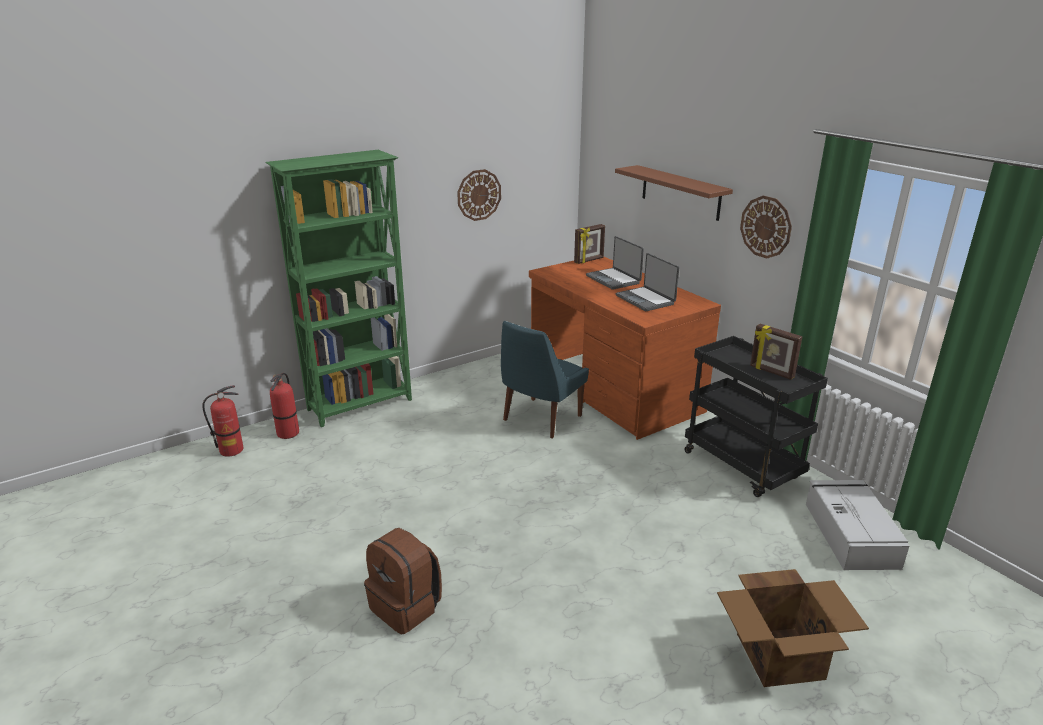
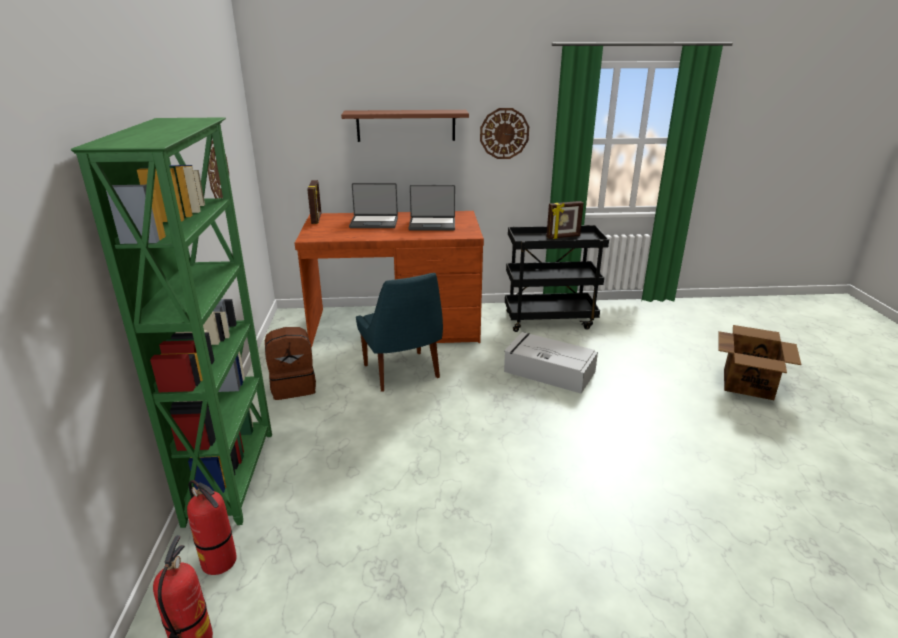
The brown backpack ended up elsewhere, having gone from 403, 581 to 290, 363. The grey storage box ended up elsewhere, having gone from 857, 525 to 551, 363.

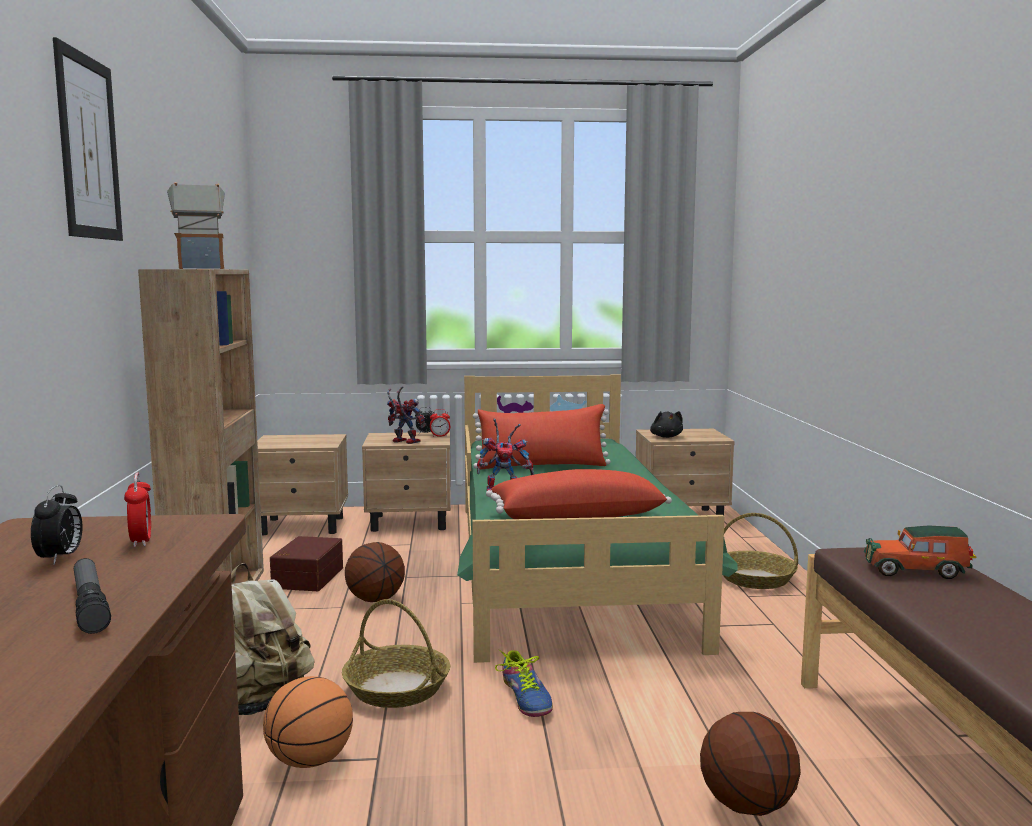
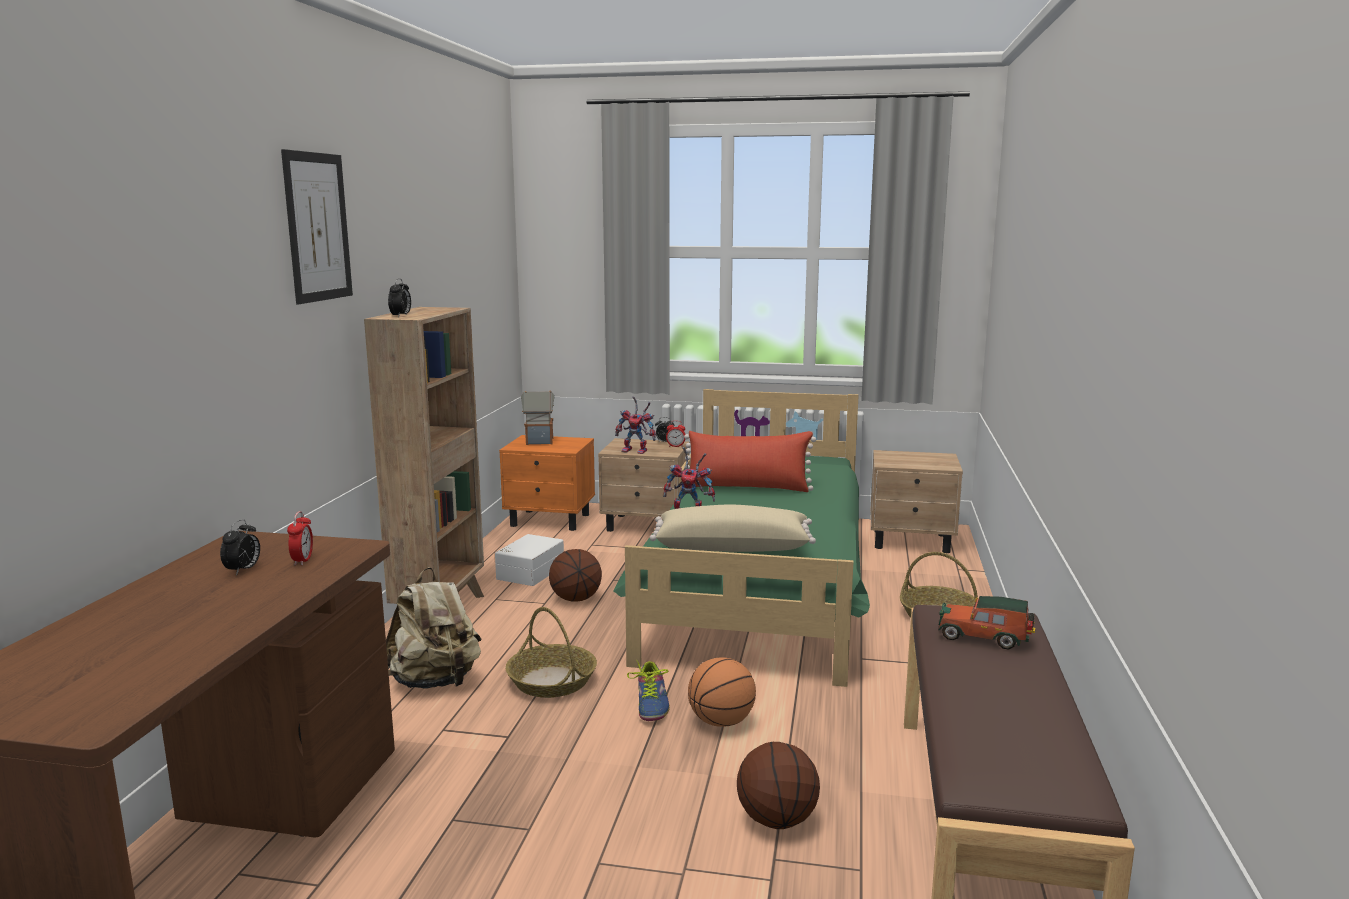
The second view gained the alarm clock at 399, 298. What was the brown storage box at 306, 563 turned into the white storage box at 529, 560. What was the beige nightstand at 302, 485 turned into the orange nightstand at 547, 483. The toy house ended up elsewhere, having gone from 196, 225 to 538, 417. The toy robot at 406, 415 ended up facing another way, 150 degrees clockwise from before. What was the red pillow at 579, 494 turned into the beige pillow at 733, 528. The basketball ended up elsewhere, having gone from 308, 722 to 722, 692. The second view lost the flashlight at 92, 596. The second view lost the black plush toy at 666, 424.

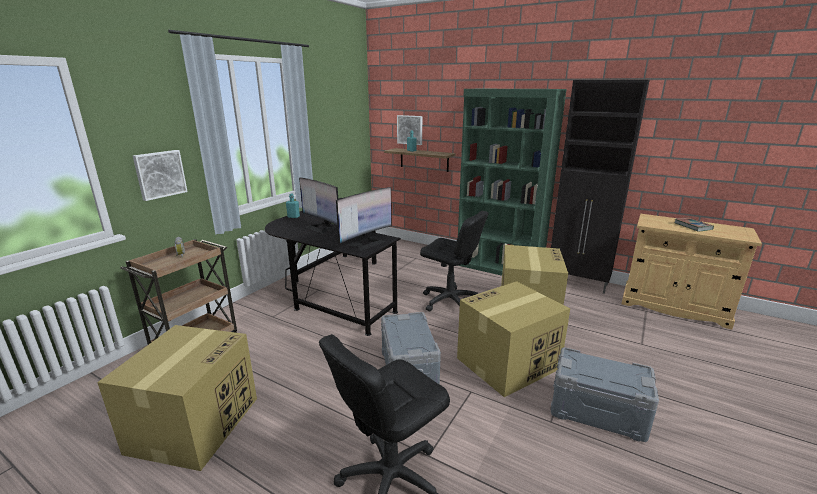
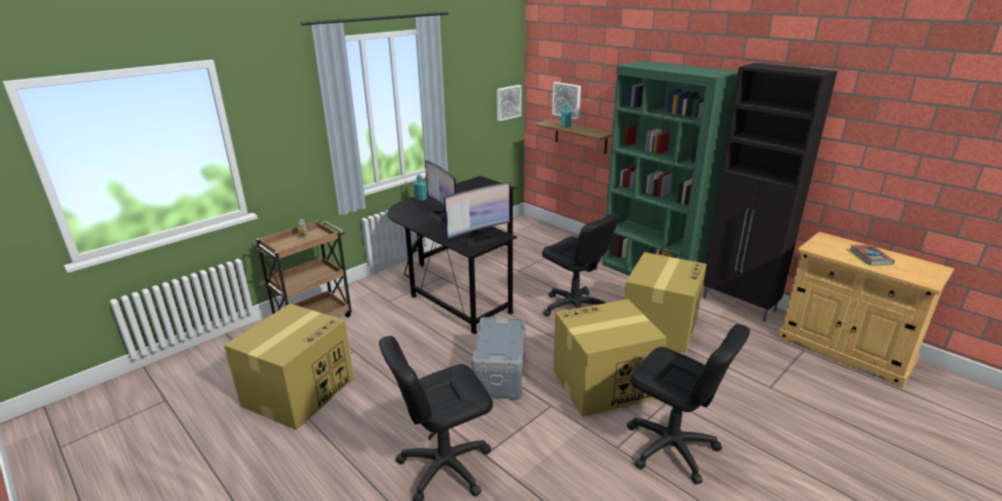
The picture ended up elsewhere, having gone from 160, 175 to 509, 103. Where the grey storage box stood at 604, 394, the black office chair came to stand at 688, 404.

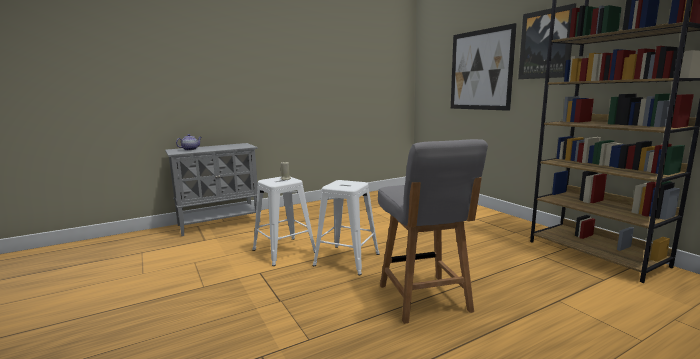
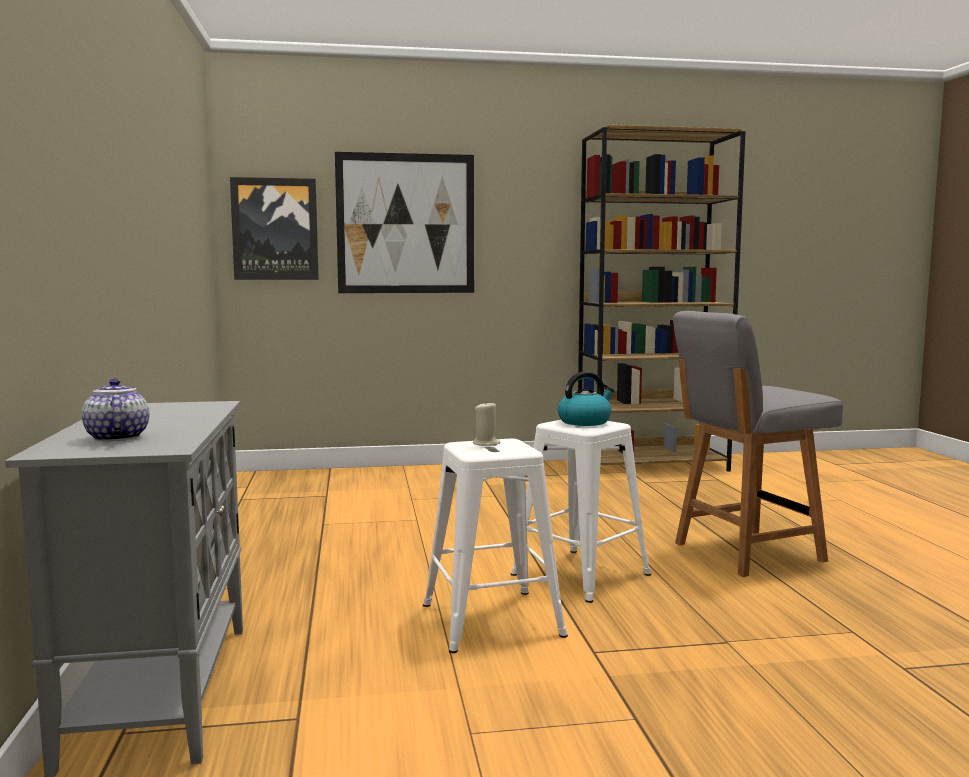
The picture ended up elsewhere, having gone from 547, 41 to 274, 228. The second view gained the kettle at 586, 399. The grey chair at 433, 231 ended up facing another way, 150 degrees clockwise from before.

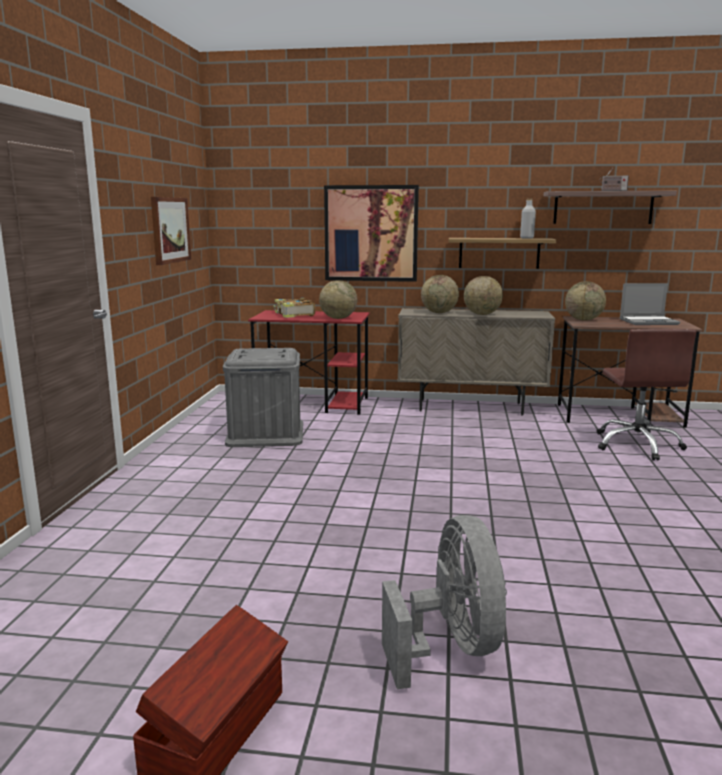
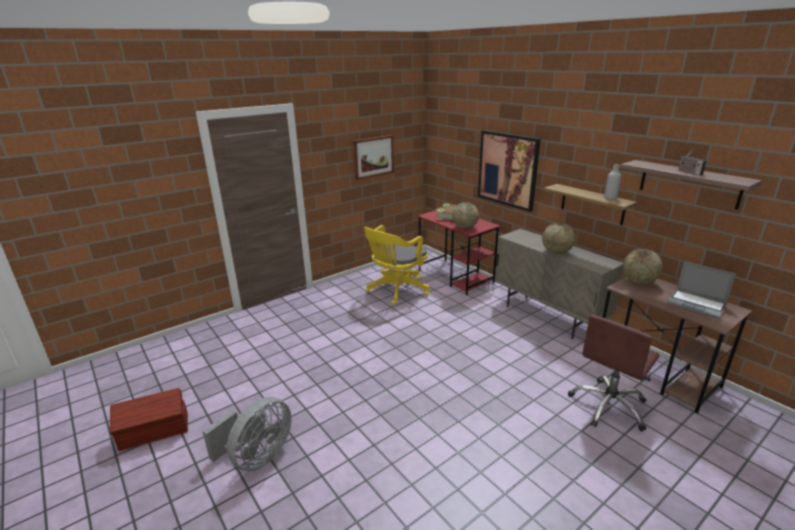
Where the grey storage box stood at 263, 397, the yellow office chair came to stand at 396, 265. The second view lost the globe at 440, 294.

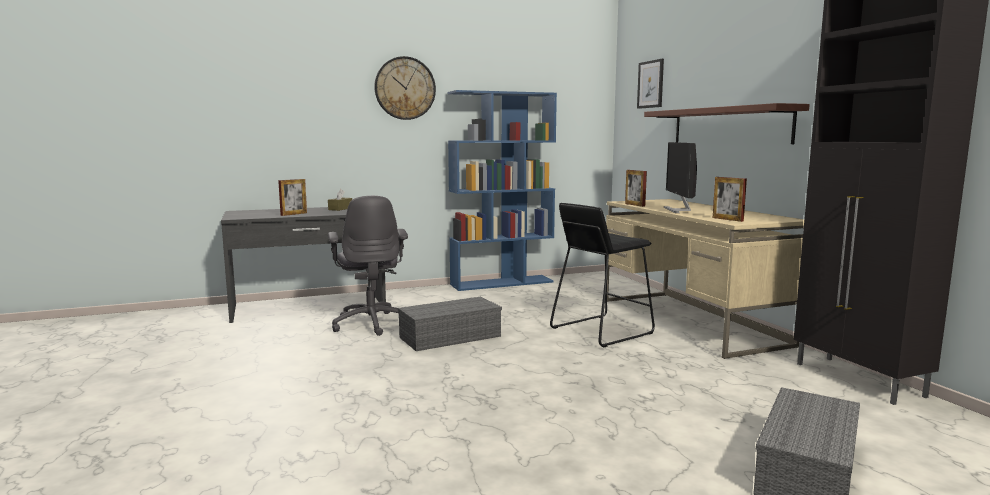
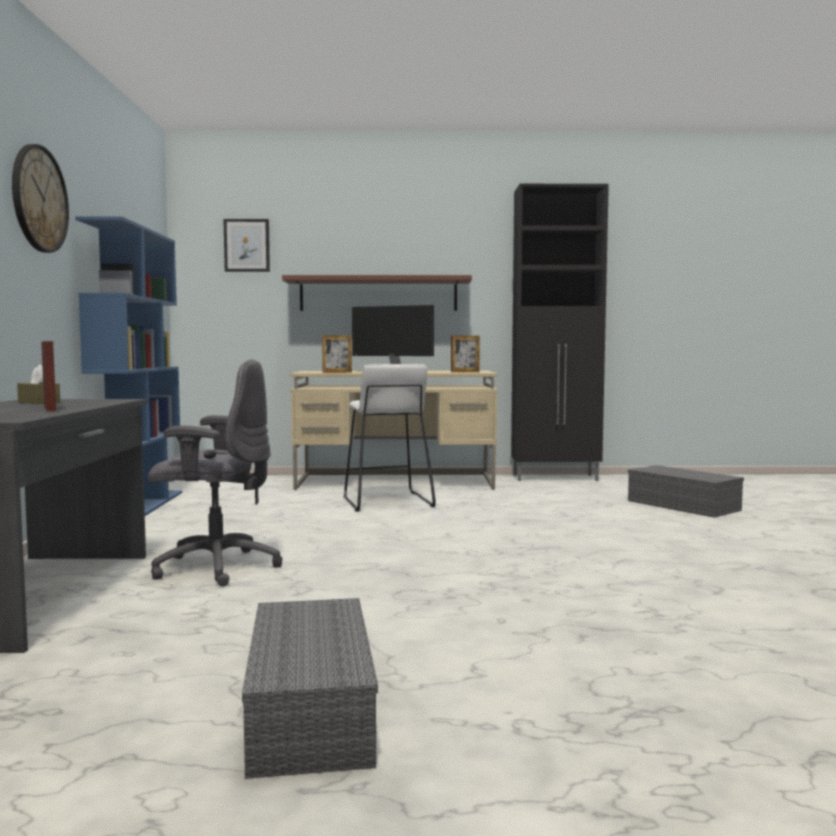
The grey storage box ended up elsewhere, having gone from 450, 324 to 310, 688. What was the black stool at 602, 275 turned into the white stool at 390, 438.

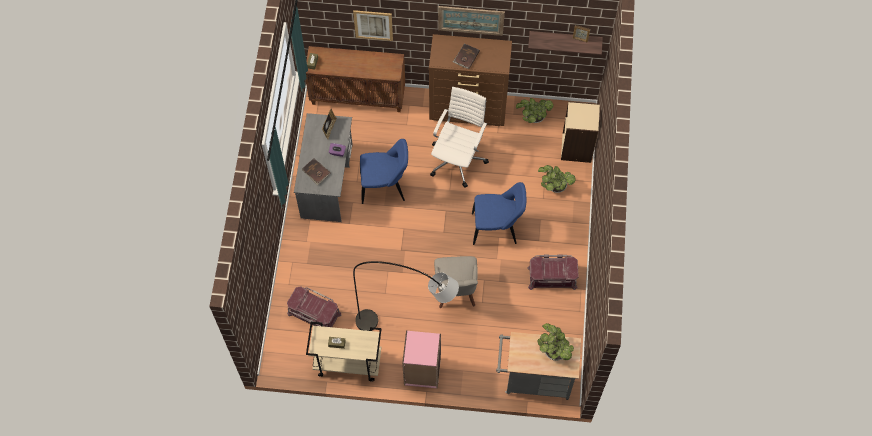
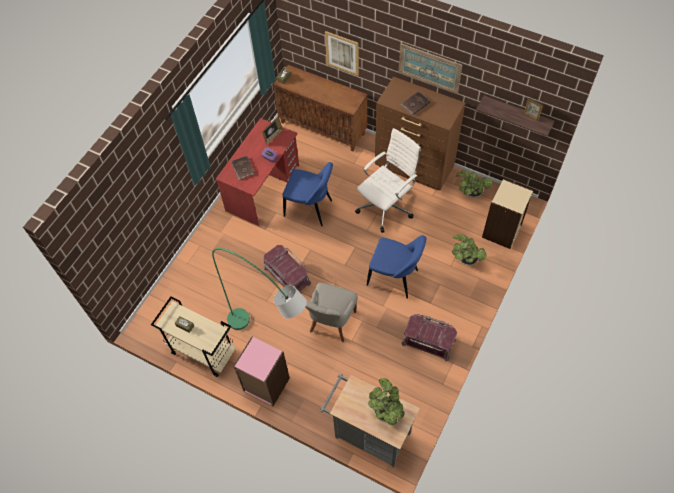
What was the grey floor lamp at 406, 296 turned into the green floor lamp at 259, 289. What was the grey desk at 323, 167 turned into the red desk at 257, 172. The red storage box ended up elsewhere, having gone from 314, 306 to 287, 268.

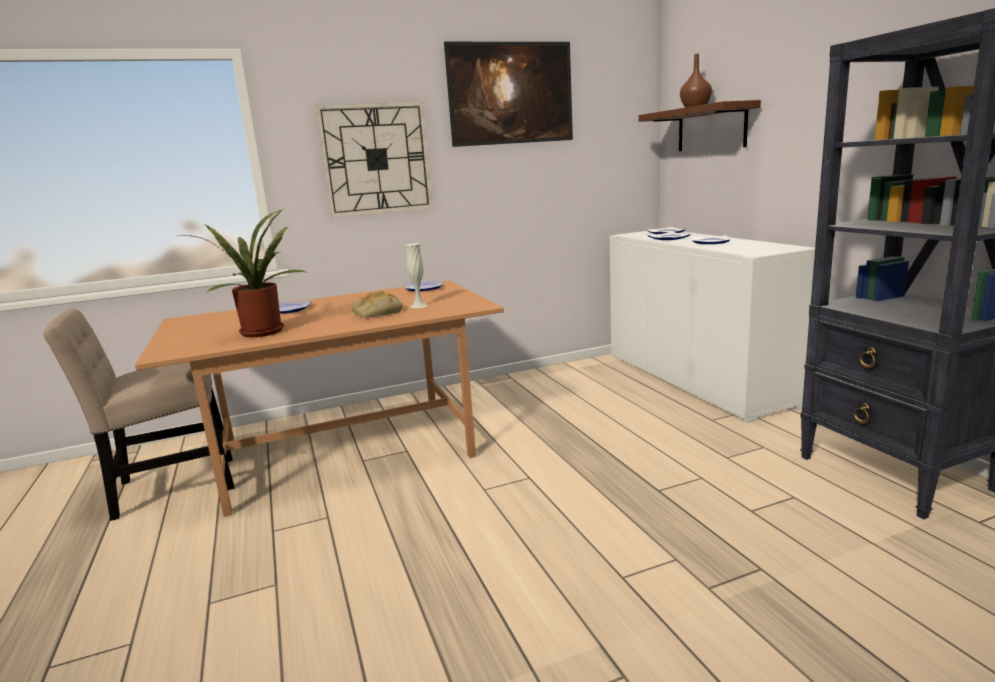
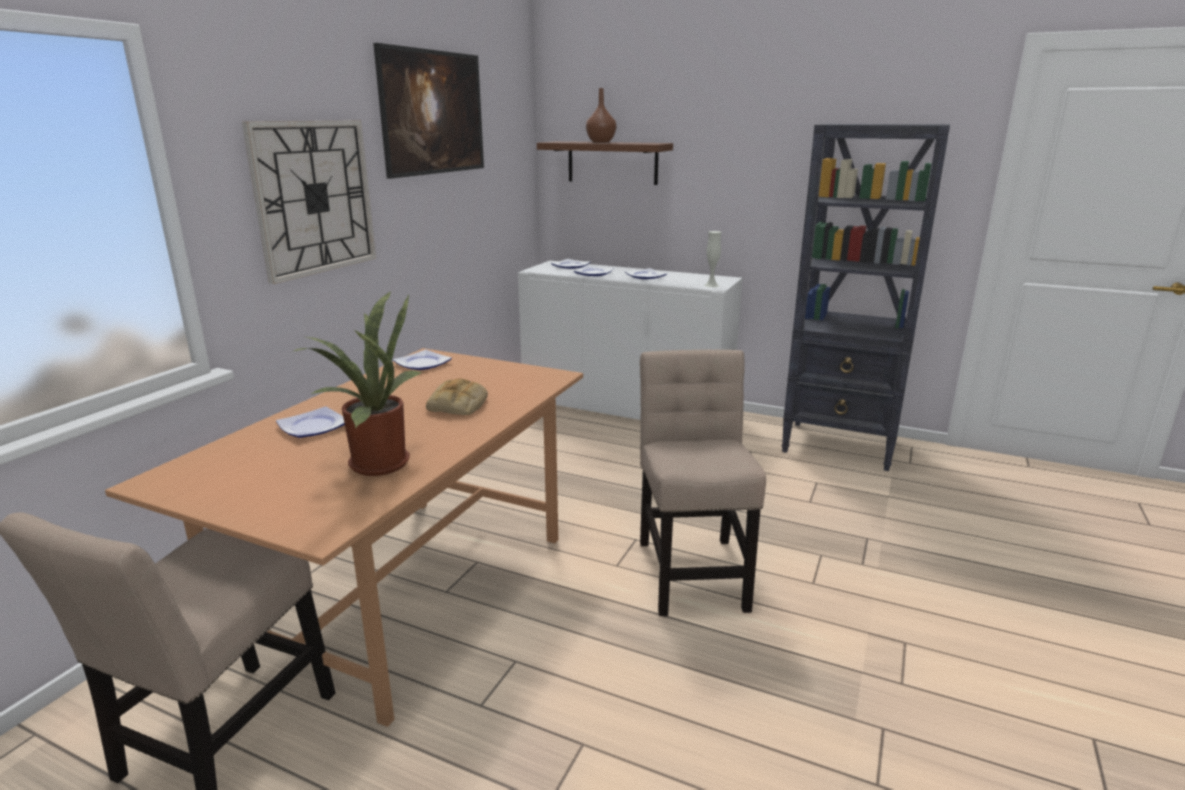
The second view gained the beige chair at 703, 483. The white vase ended up elsewhere, having gone from 416, 275 to 713, 259.

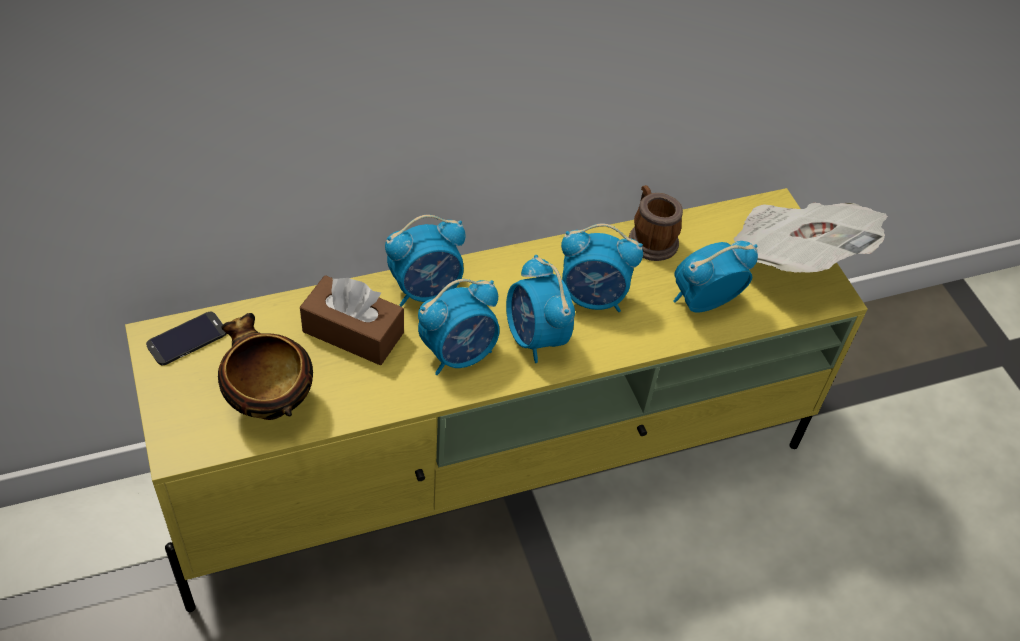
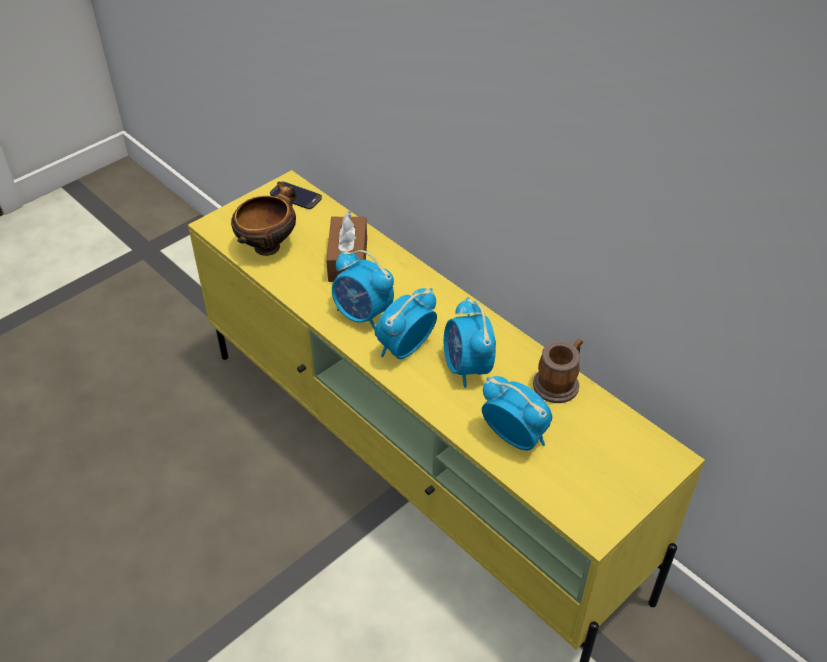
The second view lost the alarm clock at 425, 261. The second view lost the newspaper at 811, 238.

